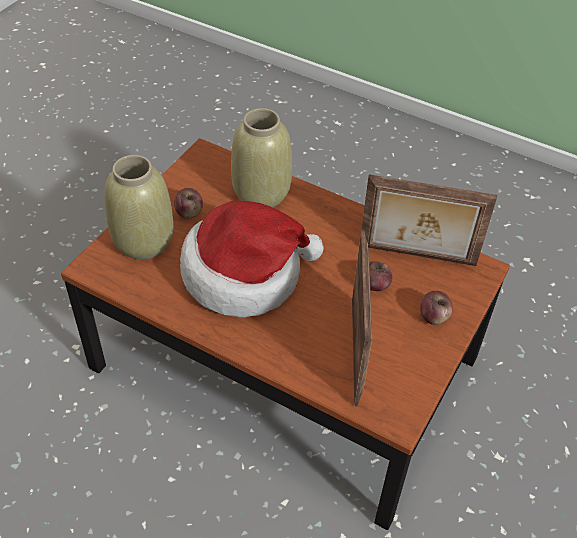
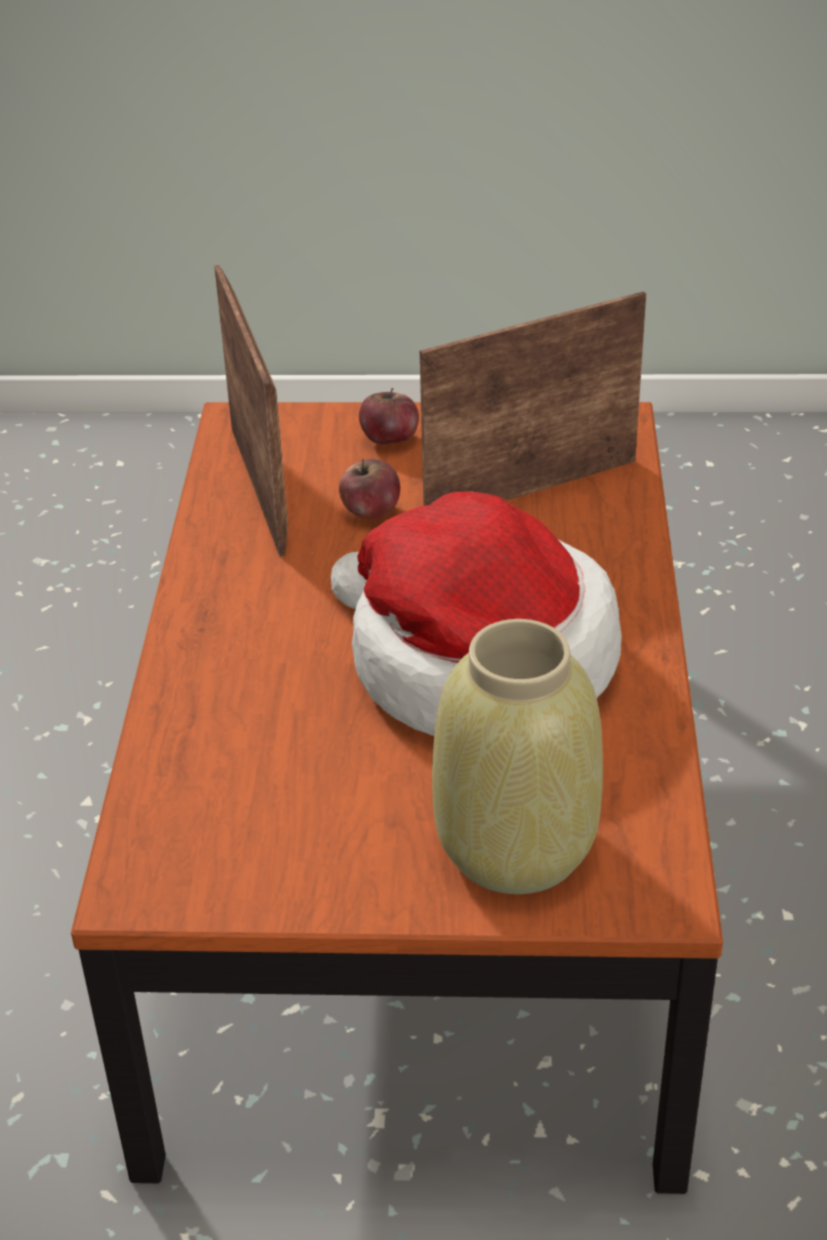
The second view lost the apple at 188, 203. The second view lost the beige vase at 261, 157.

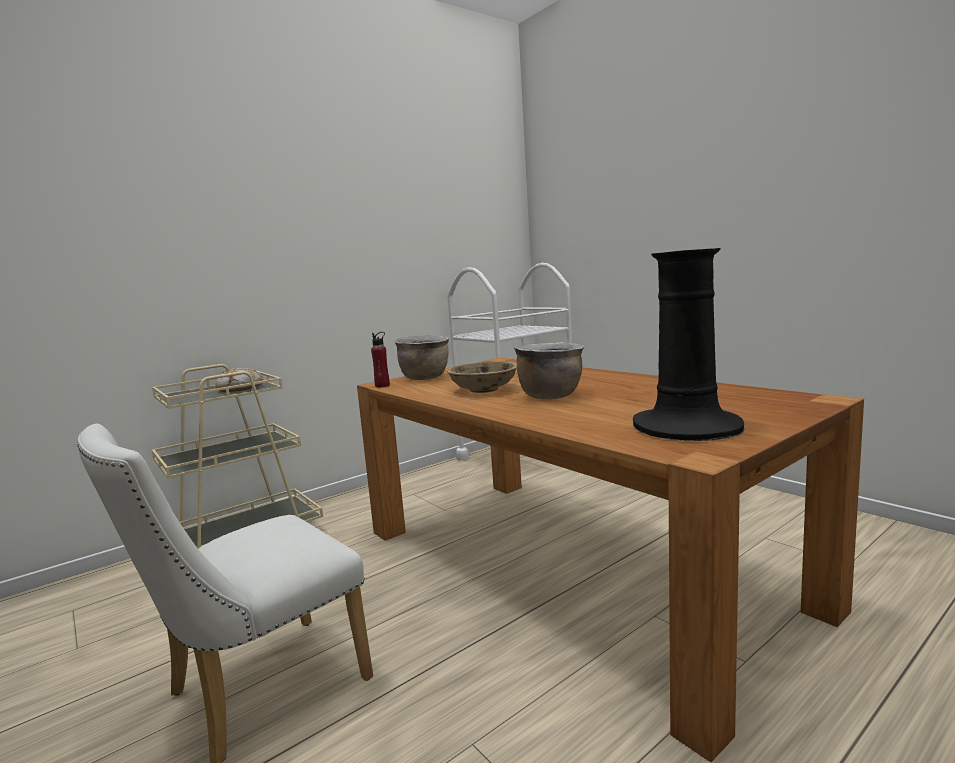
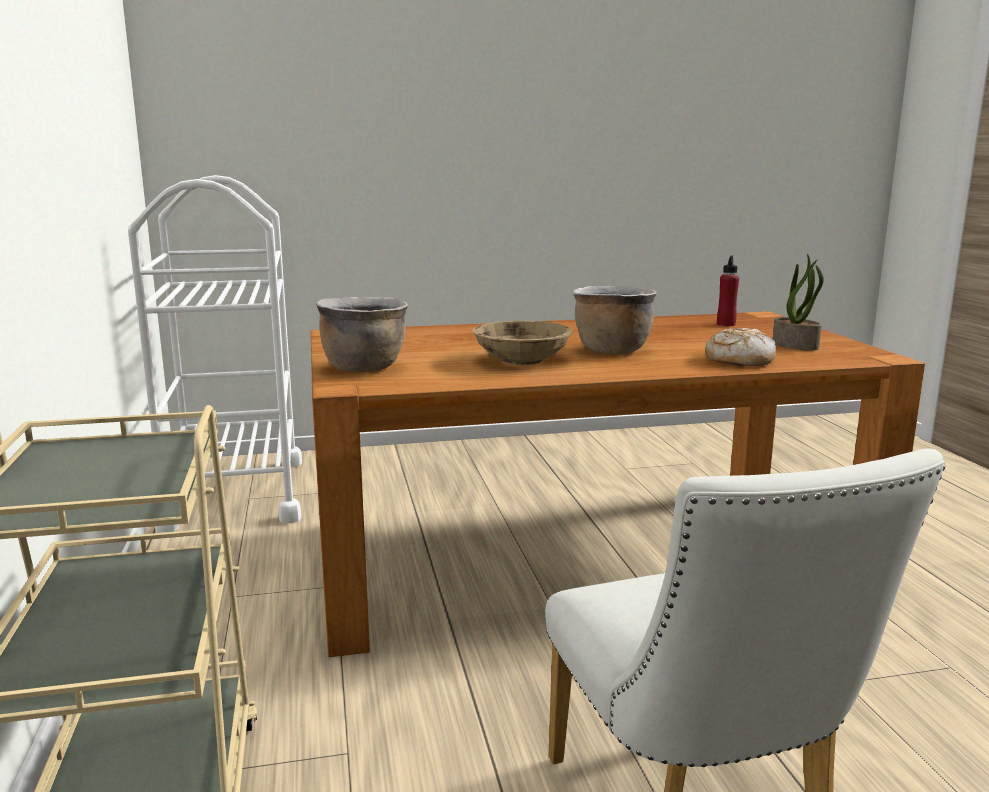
The bread ended up elsewhere, having gone from 239, 380 to 740, 347. The red bottle ended up elsewhere, having gone from 380, 360 to 728, 291. Where the black vase stood at 689, 344, the potted plant came to stand at 798, 302.

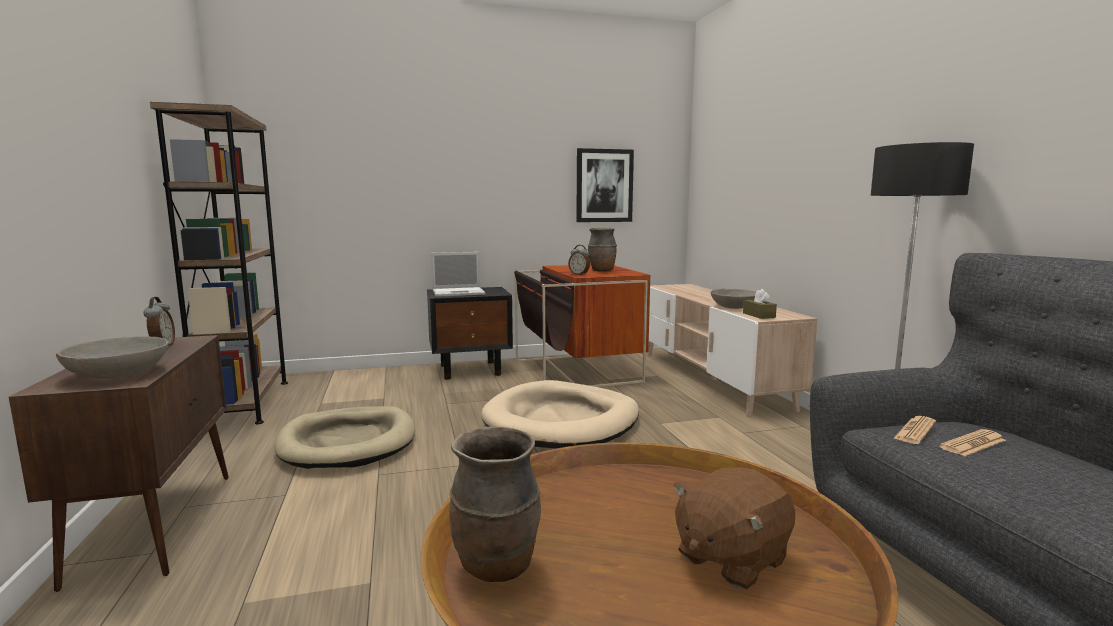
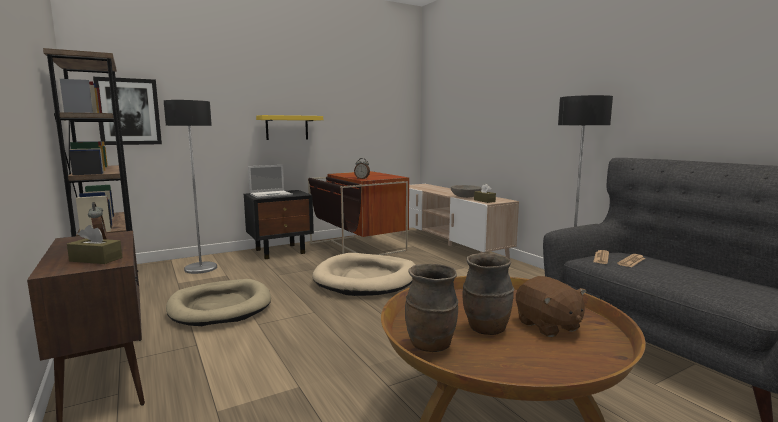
Where the grey bowl stood at 112, 357, the brown tissue box came to stand at 94, 244. The picture ended up elsewhere, having gone from 605, 185 to 127, 111. The second view gained the floor lamp at 190, 187. The second view gained the yellow shelf at 289, 127. The brown vase ended up elsewhere, having gone from 602, 250 to 488, 294. The brown plush toy at 734, 528 ended up facing another way, 60 degrees counterclockwise from before.

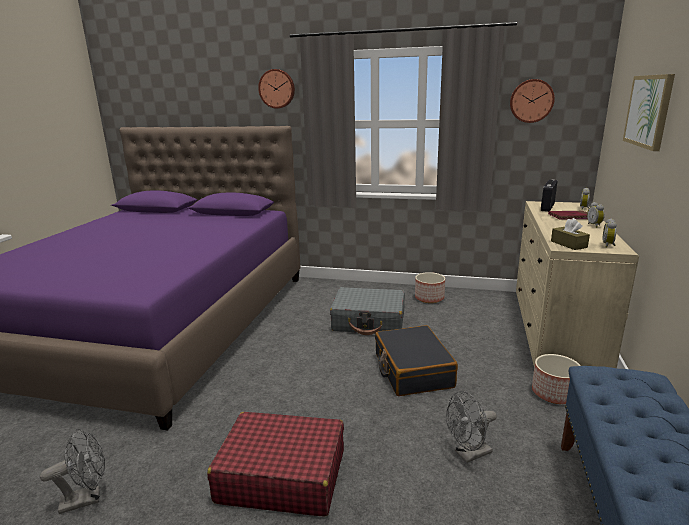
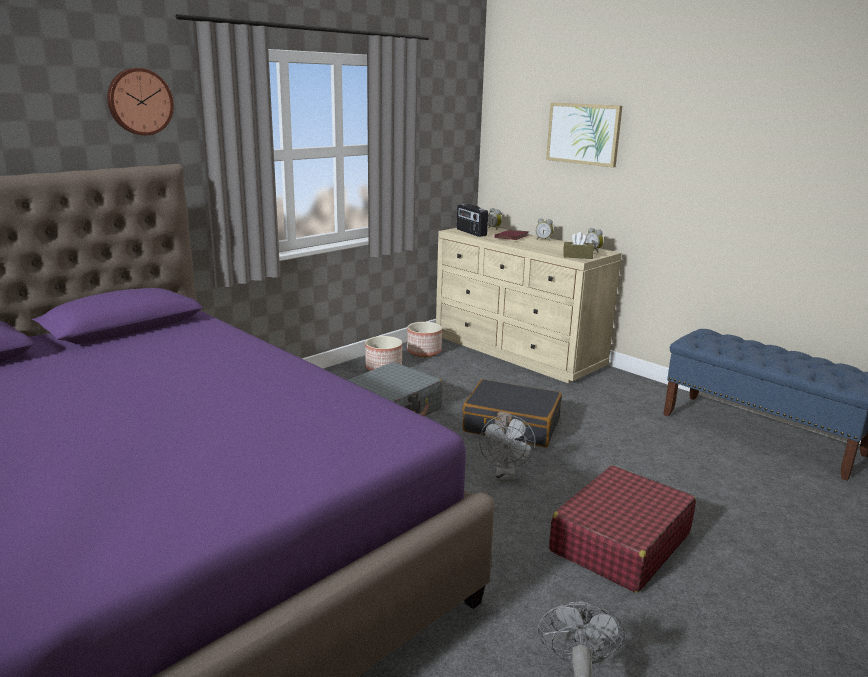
The planter ended up elsewhere, having gone from 556, 379 to 424, 339. The grey fan ended up elsewhere, having gone from 471, 427 to 507, 448. The second view lost the wall clock at 532, 101.

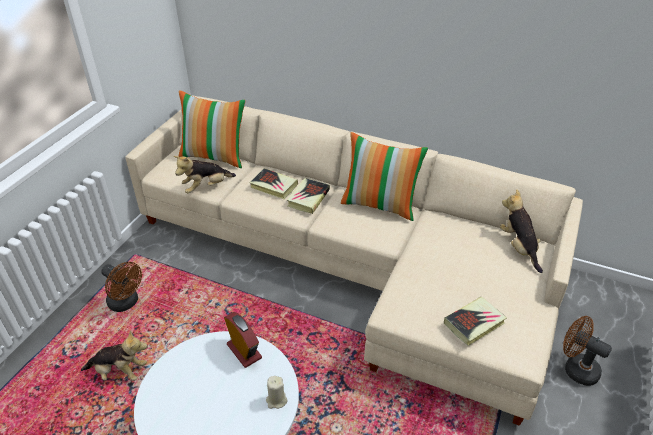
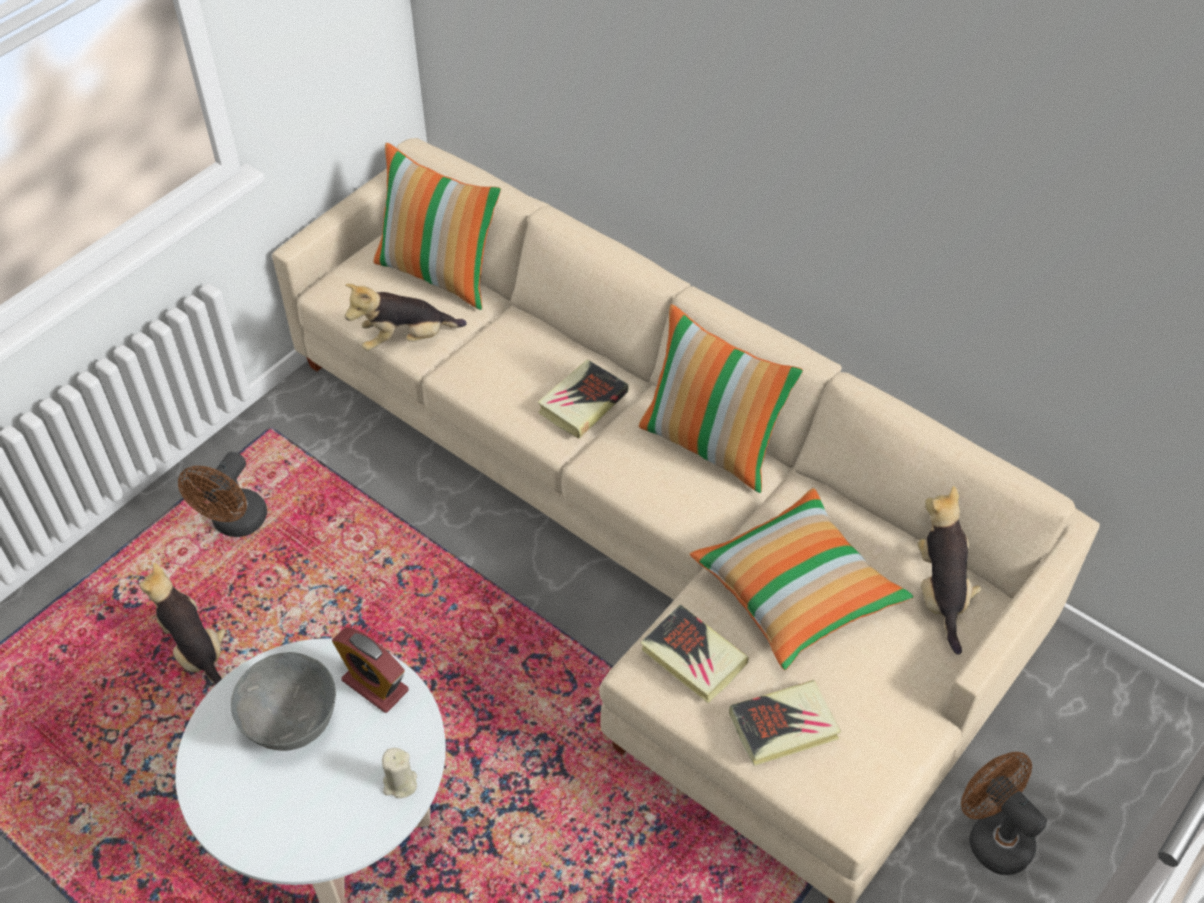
The plush toy at 114, 355 ended up facing another way, 150 degrees counterclockwise from before. The brown fan at 121, 287 ended up facing another way, 60 degrees clockwise from before. The second view gained the grey bowl at 283, 701. The alarm clock at 243, 340 ended up facing another way, 150 degrees clockwise from before. The book ended up elsewhere, having gone from 274, 183 to 694, 653. The second view gained the pillow at 801, 579.

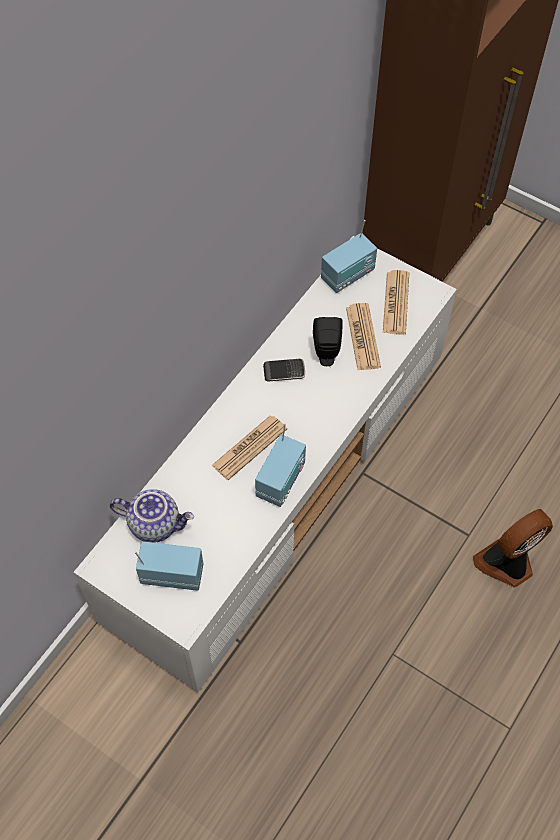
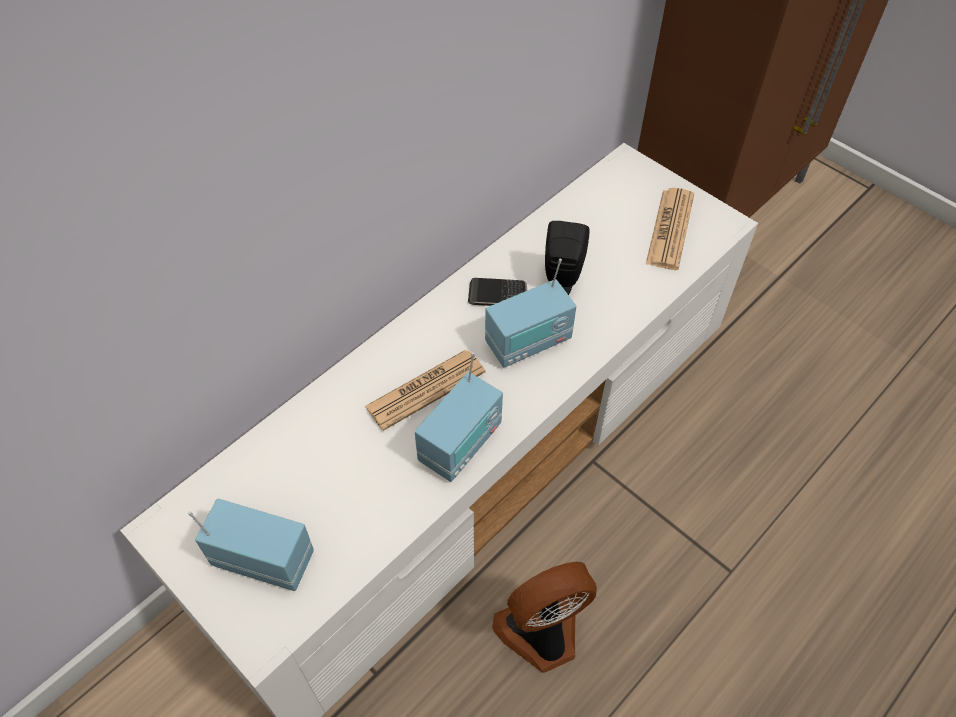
The radio ended up elsewhere, having gone from 349, 256 to 530, 313. The fan ended up elsewhere, having gone from 513, 548 to 544, 617. The second view lost the teapot at 152, 516. The second view lost the newspaper at 363, 336.

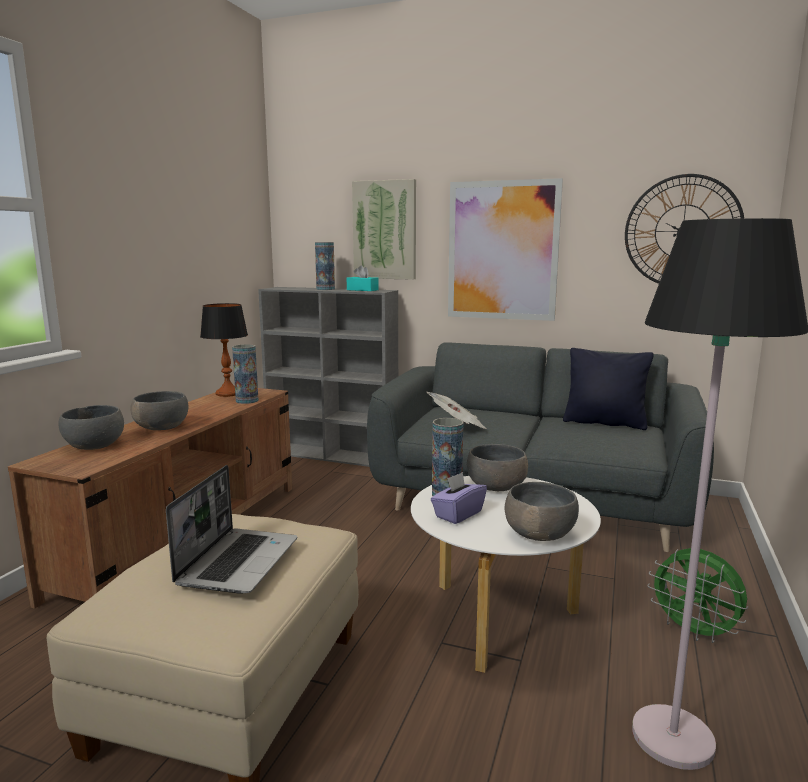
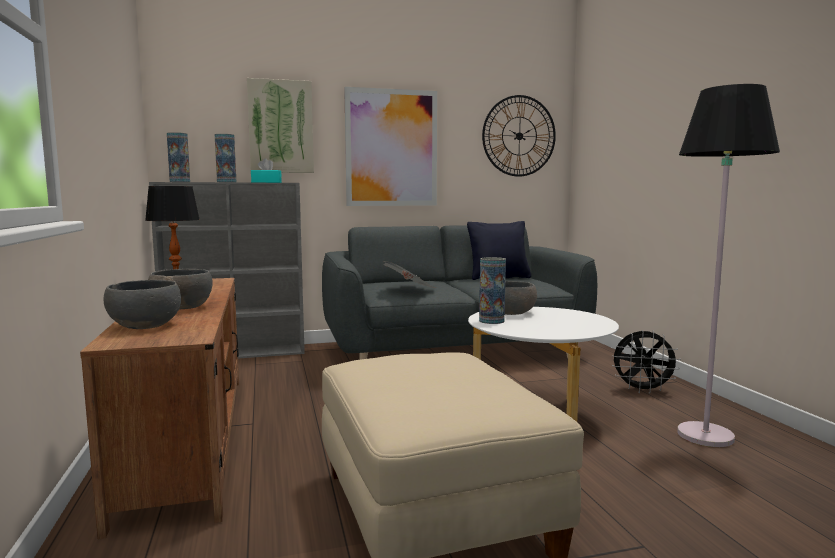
The vase ended up elsewhere, having gone from 245, 374 to 178, 157. What was the green fan at 697, 595 turned into the black fan at 646, 362. The second view lost the laptop at 231, 529. The second view lost the purple tissue box at 459, 498. The second view lost the grey bowl at 542, 511.

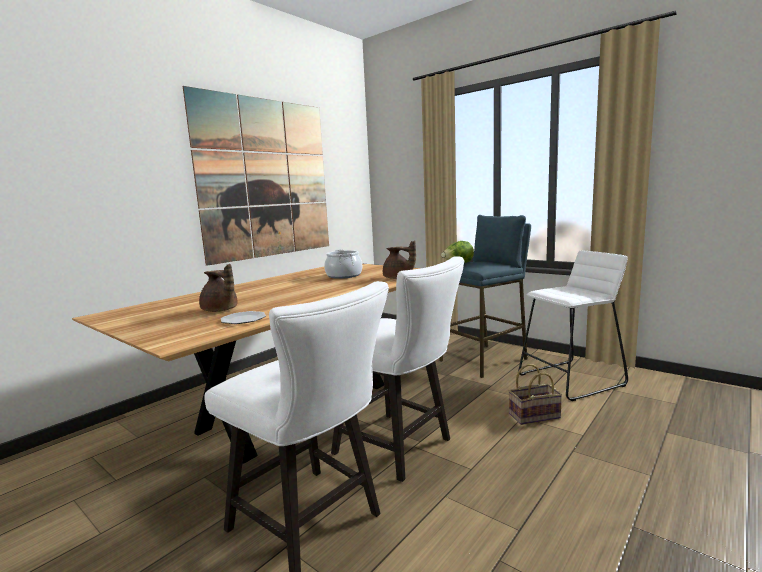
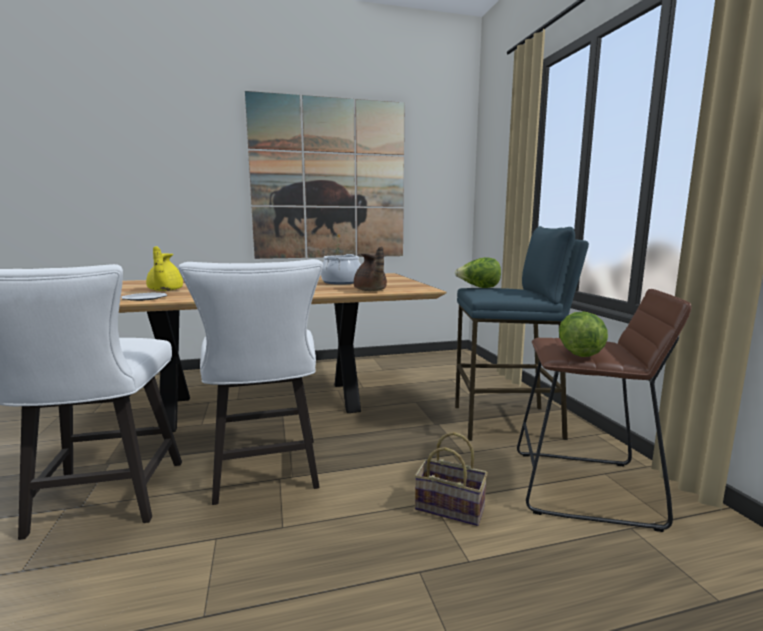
What was the brown teapot at 218, 288 turned into the yellow teapot at 164, 268. What was the white stool at 573, 325 turned into the brown stool at 604, 410. The second view gained the lettuce at 583, 334.

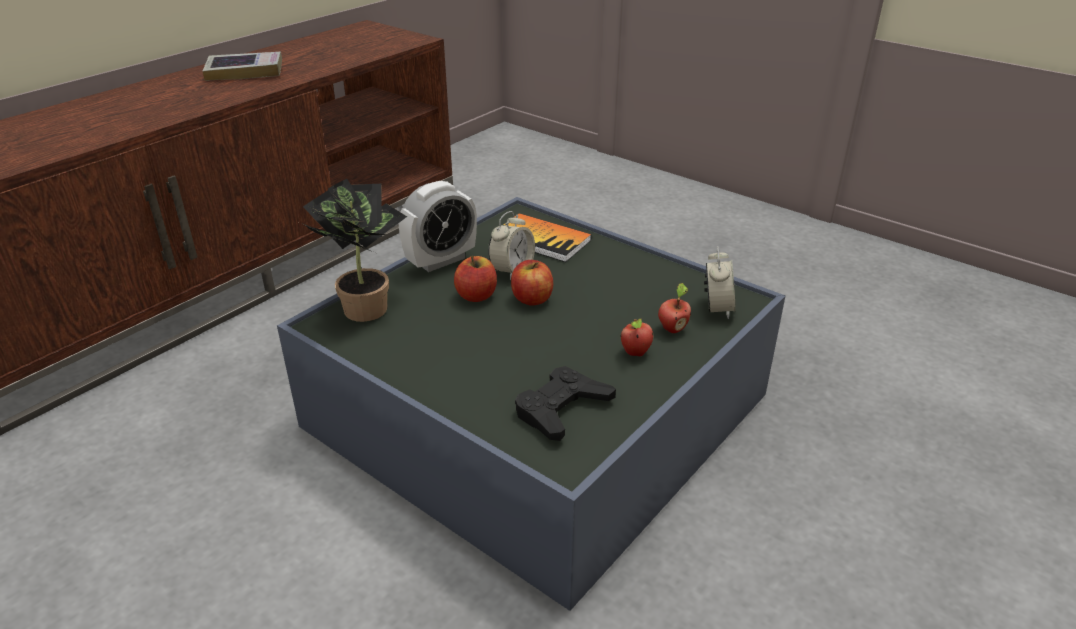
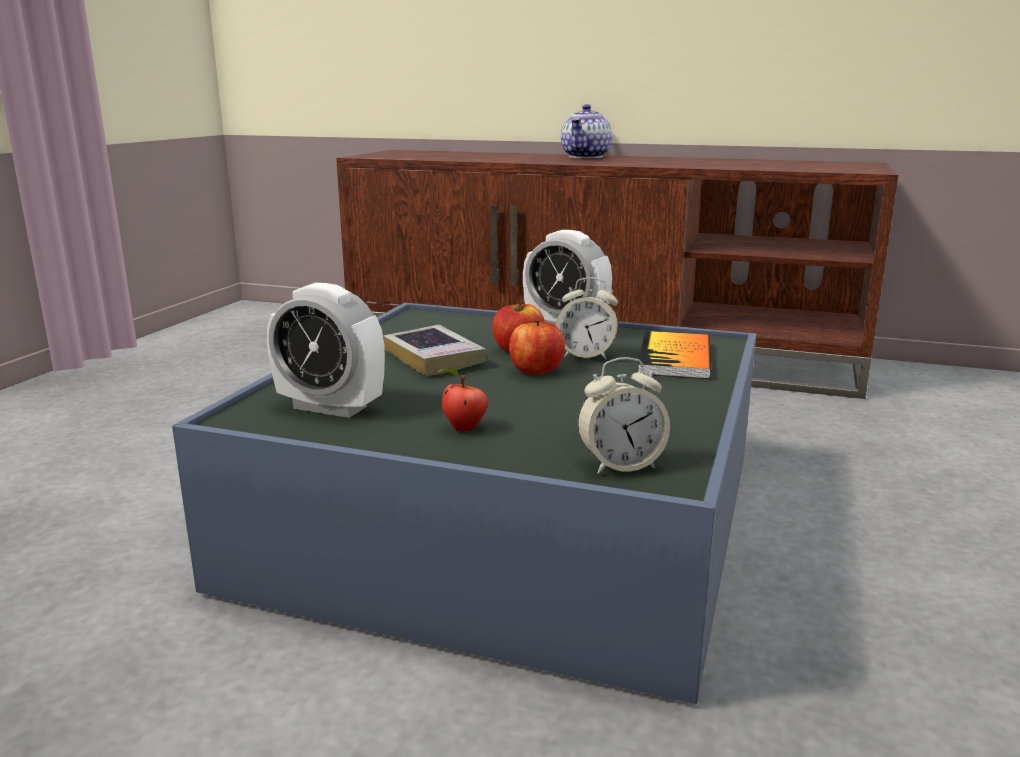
Where the black game controller stood at 565, 403, the alarm clock came to stand at 326, 350. The book ended up elsewhere, having gone from 242, 66 to 435, 350. The second view gained the teapot at 586, 131. The second view lost the potted plant at 354, 250. The second view lost the apple at 674, 308.

